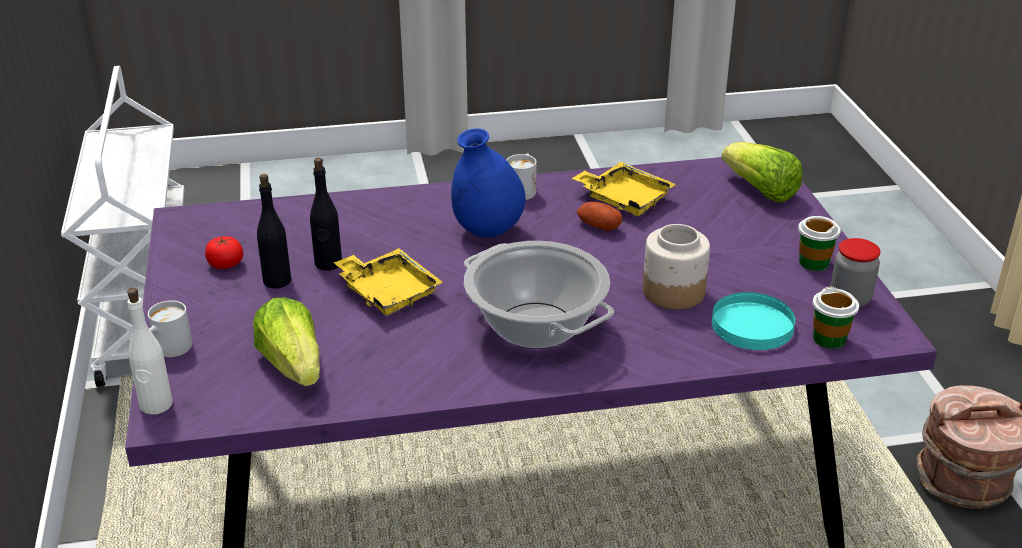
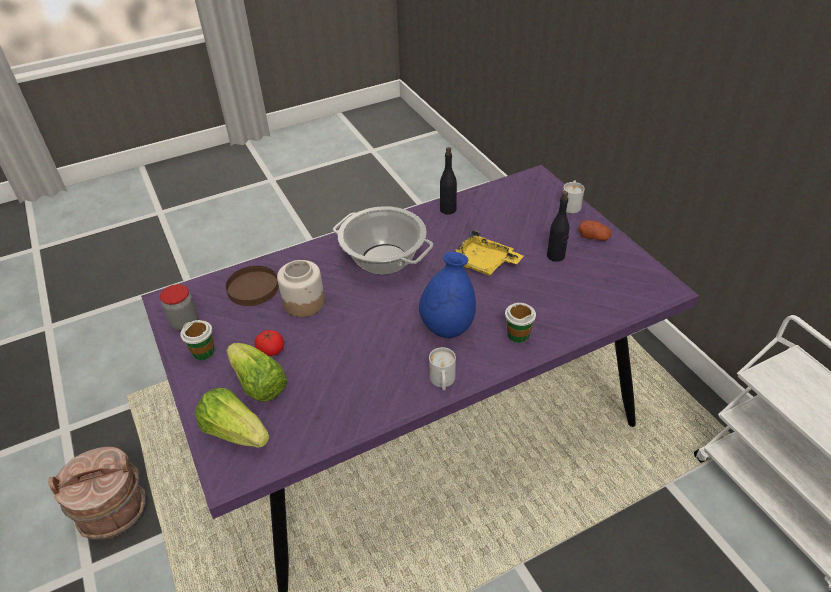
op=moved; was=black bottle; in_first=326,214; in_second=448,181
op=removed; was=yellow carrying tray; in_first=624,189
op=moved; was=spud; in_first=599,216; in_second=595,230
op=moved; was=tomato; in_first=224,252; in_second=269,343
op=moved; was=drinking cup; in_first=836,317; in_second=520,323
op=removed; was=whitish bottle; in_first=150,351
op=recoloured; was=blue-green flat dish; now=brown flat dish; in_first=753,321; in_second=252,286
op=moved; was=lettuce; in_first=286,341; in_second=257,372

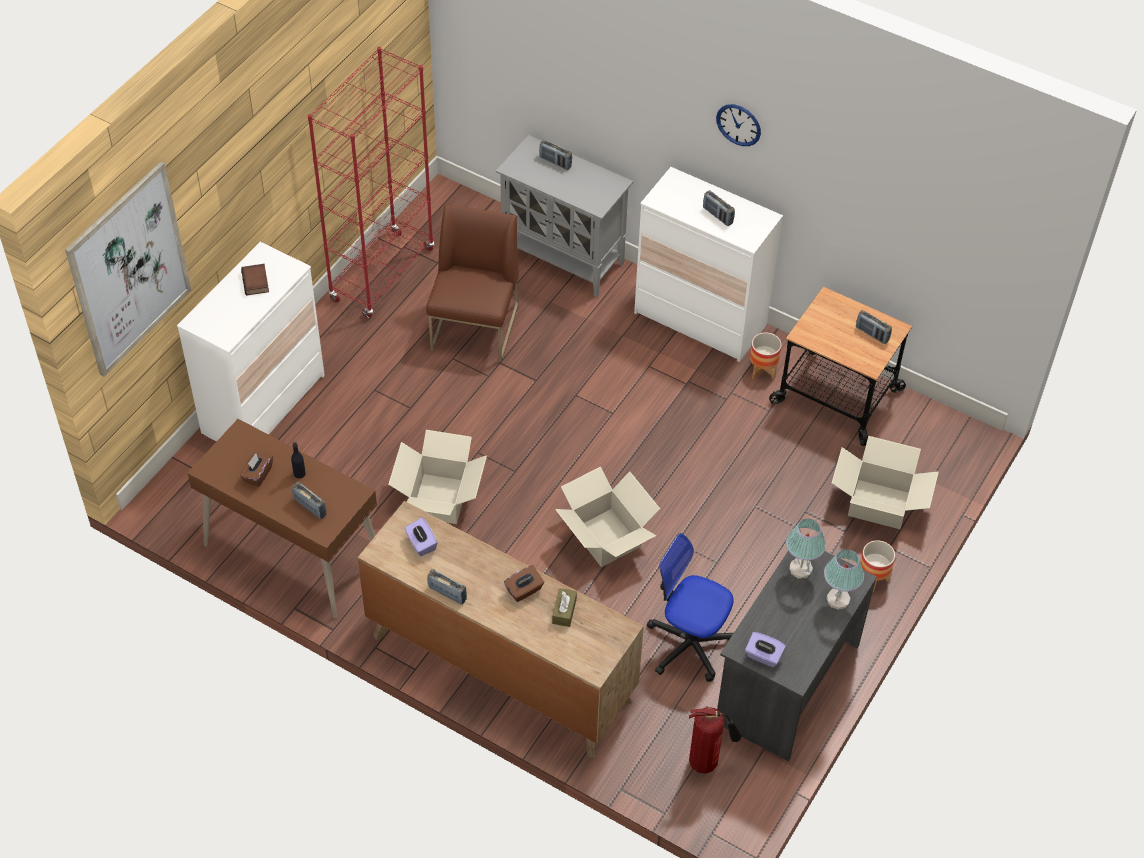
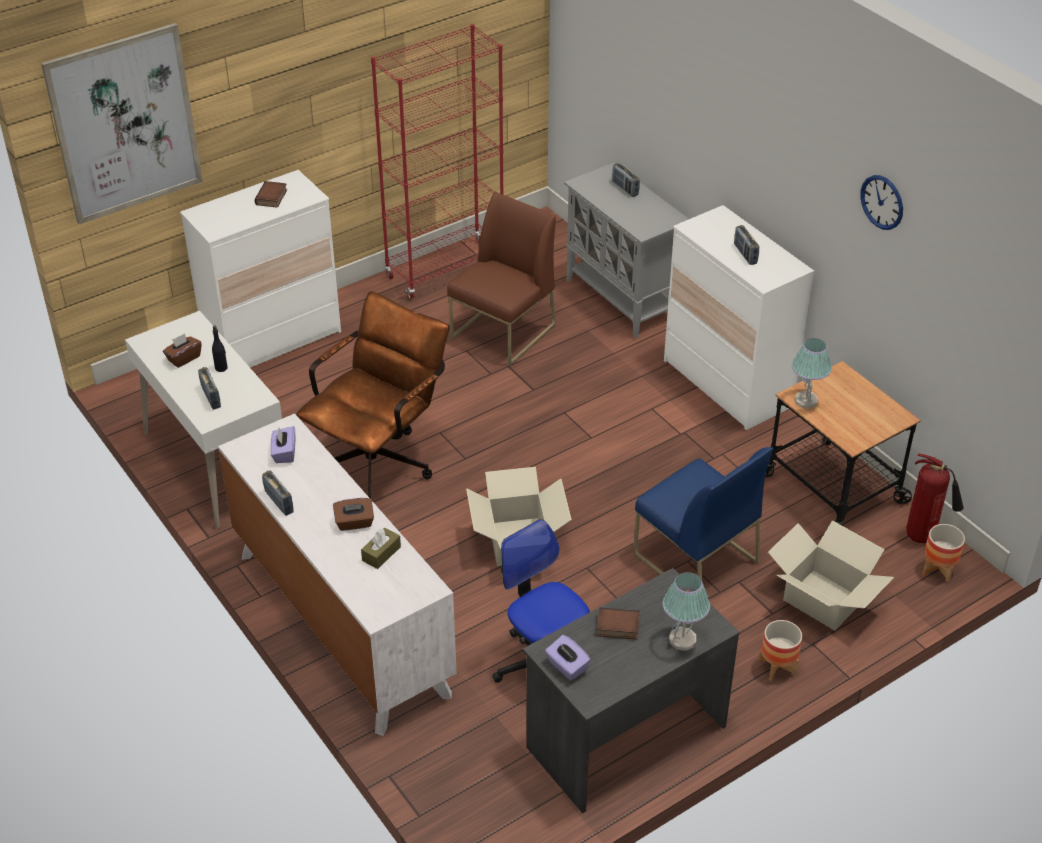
op=moved; was=wall clock; in_first=738,125; in_second=881,202
op=removed; was=radio; in_first=874,327
op=moved; was=flower pot; in_first=766,355; in_second=943,553
op=recoloured; was=brown desk unit; now=whitish desk unit; in_first=282,518; in_second=203,420
op=replaced; was=packing box; now=brown computer chair; in_first=437,477; in_second=372,397
op=recoloured; was=brown drawer chest; now=whitish drawer chest; in_first=500,629; in_second=337,574
op=moved; was=tabletop lamp; in_first=806,549; in_second=812,373
op=moved; was=fire extinguisher; in_first=715,740; in_second=935,498
op=added; now=blue-coloured chair; in_second=703,514
op=added; now=book; in_second=618,623

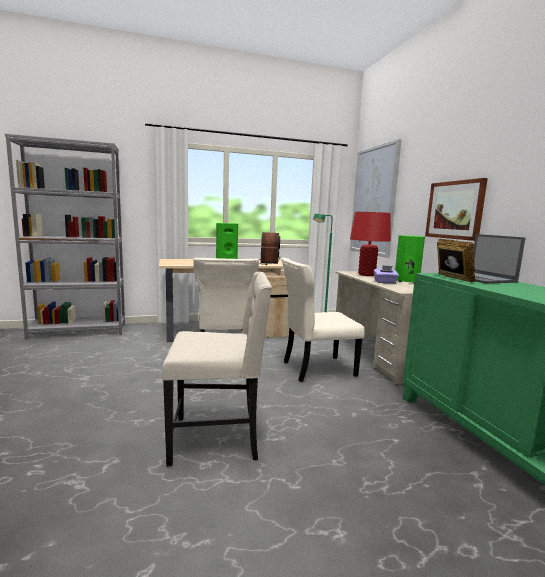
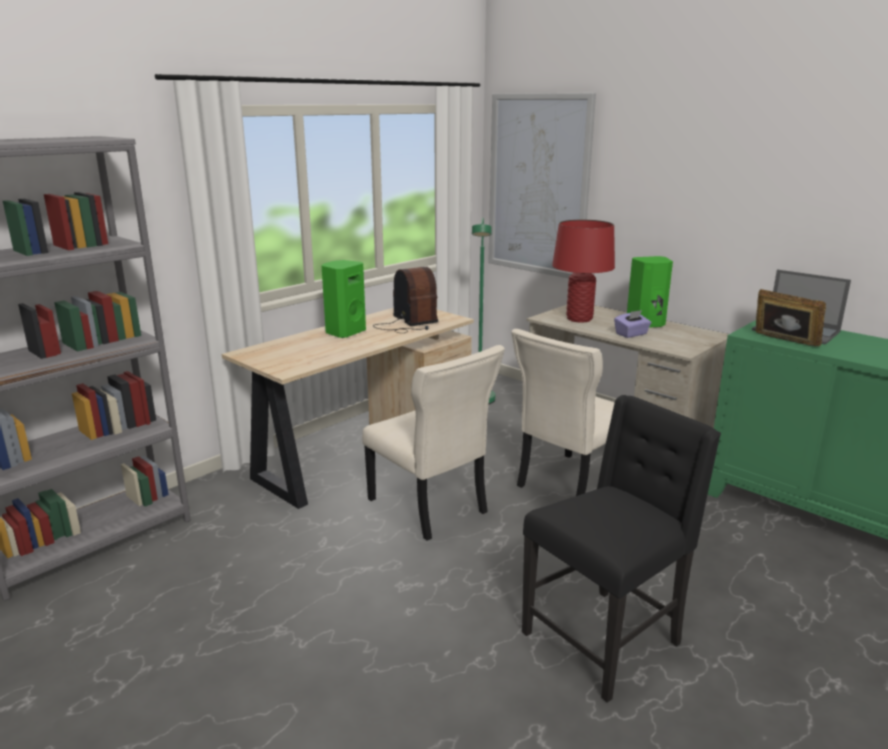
op=removed; was=picture; in_first=456,209
op=recoloured; was=beige-coloured chair; now=black chair; in_first=217,369; in_second=621,549

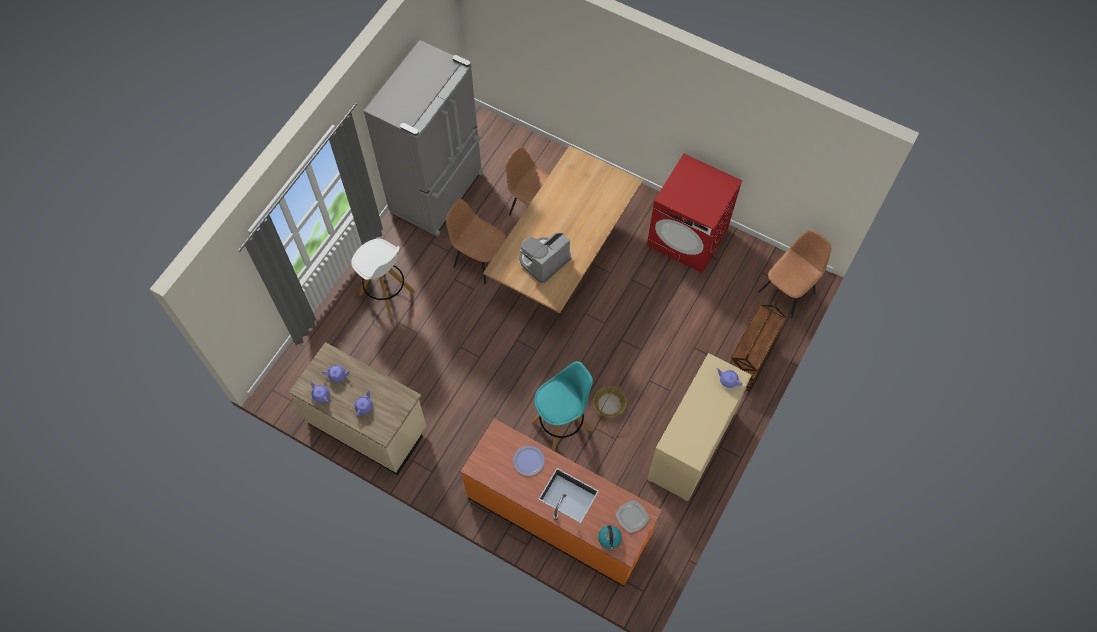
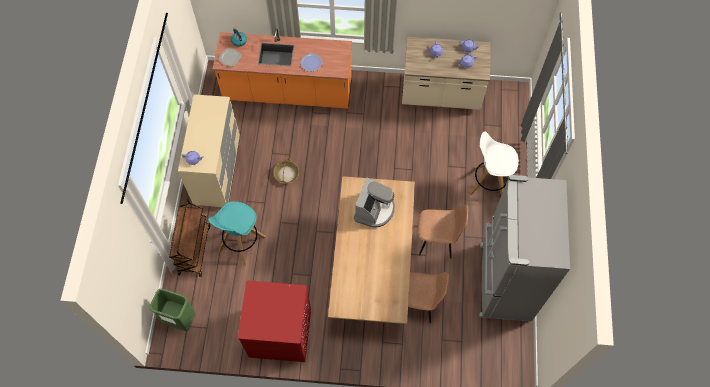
op=replaced; was=brown chair; now=green trash can; in_first=794,274; in_second=172,310
op=moved; was=blue-green stool seat; in_first=562,406; in_second=237,233

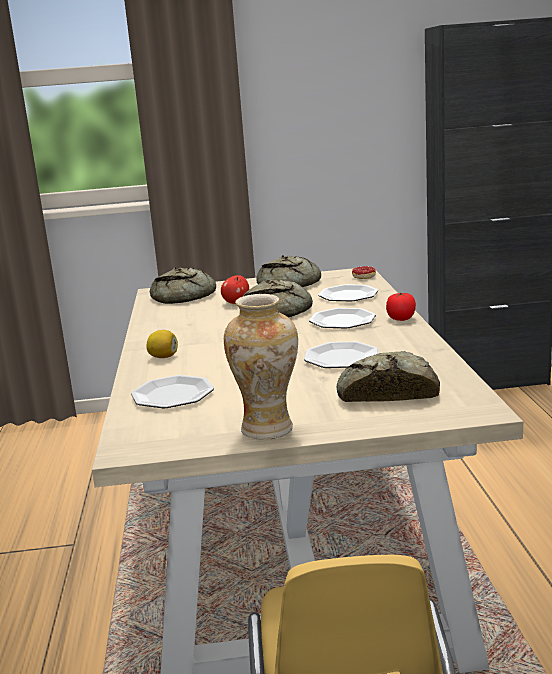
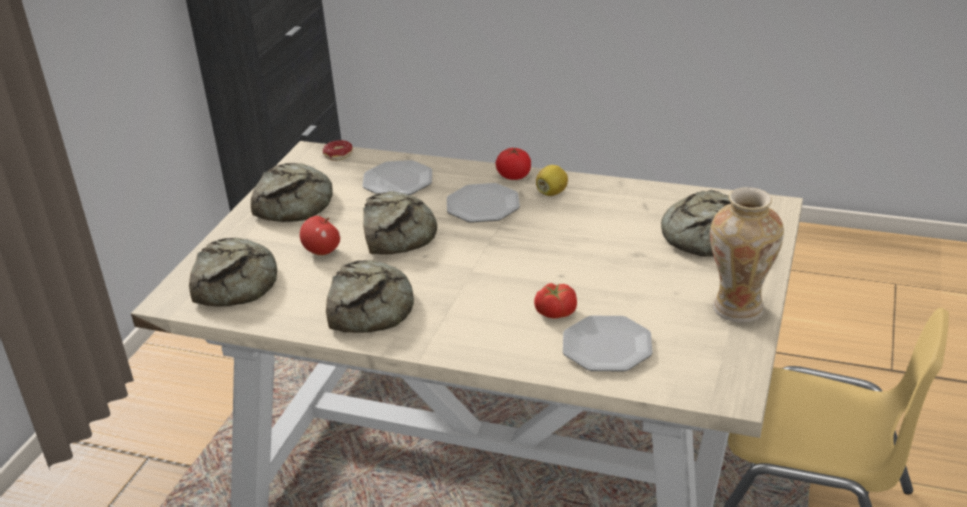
op=moved; was=lemon; in_first=162,344; in_second=552,180
op=removed; was=flat dish; in_first=341,354
op=added; now=bread; in_second=370,296
op=added; now=tomato; in_second=555,300

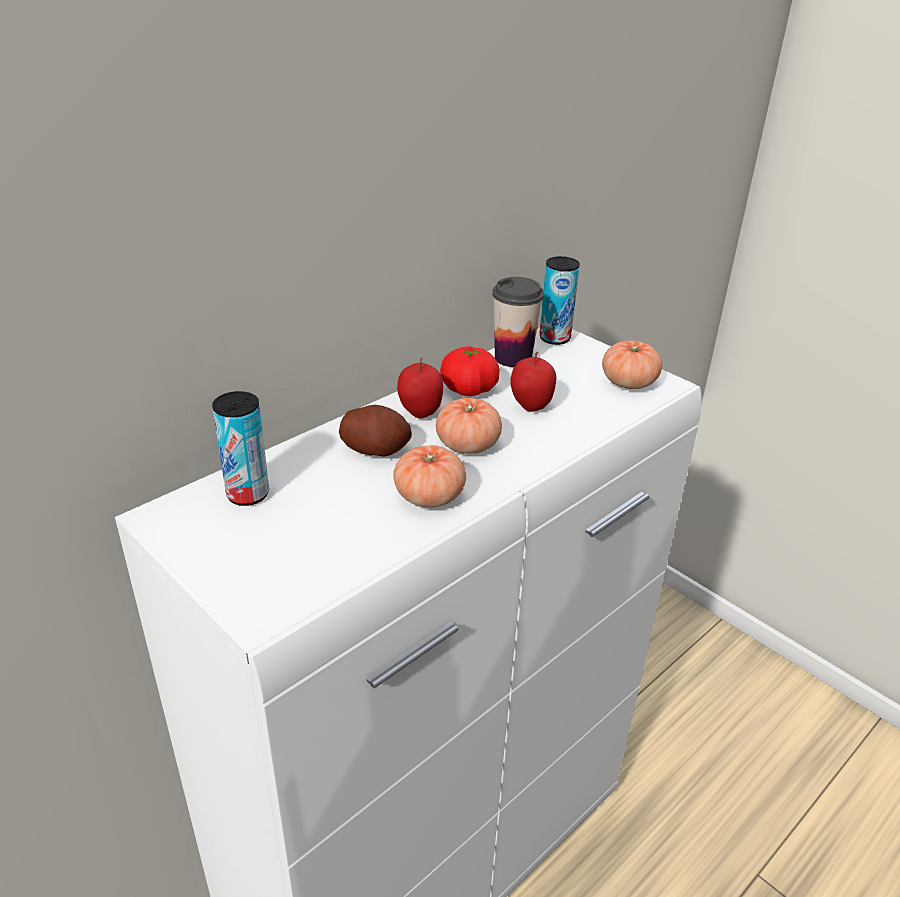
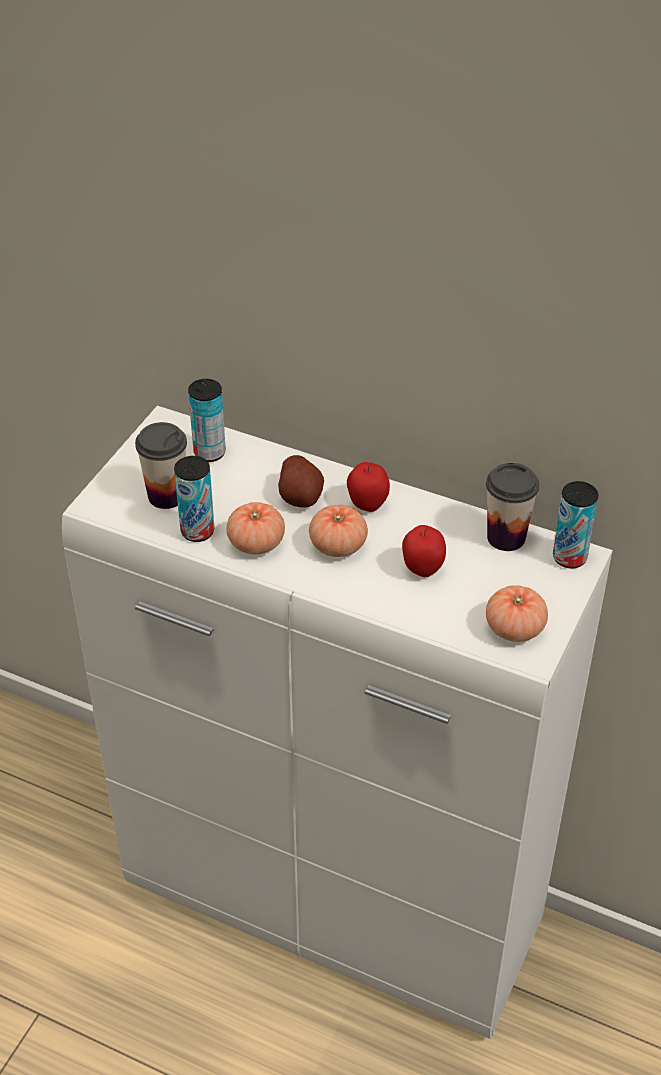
op=removed; was=tomato; in_first=470,371
op=added; now=drinking cup; in_second=161,465
op=added; now=sealed can; in_second=194,499

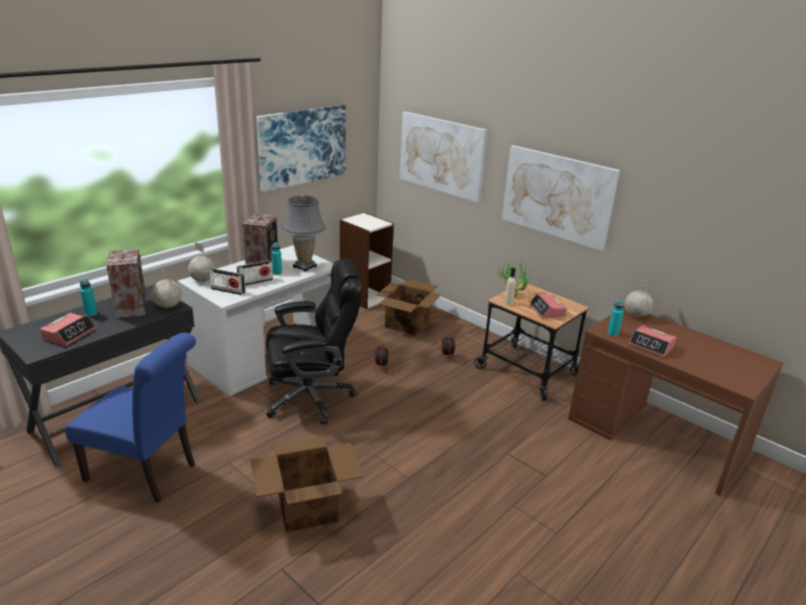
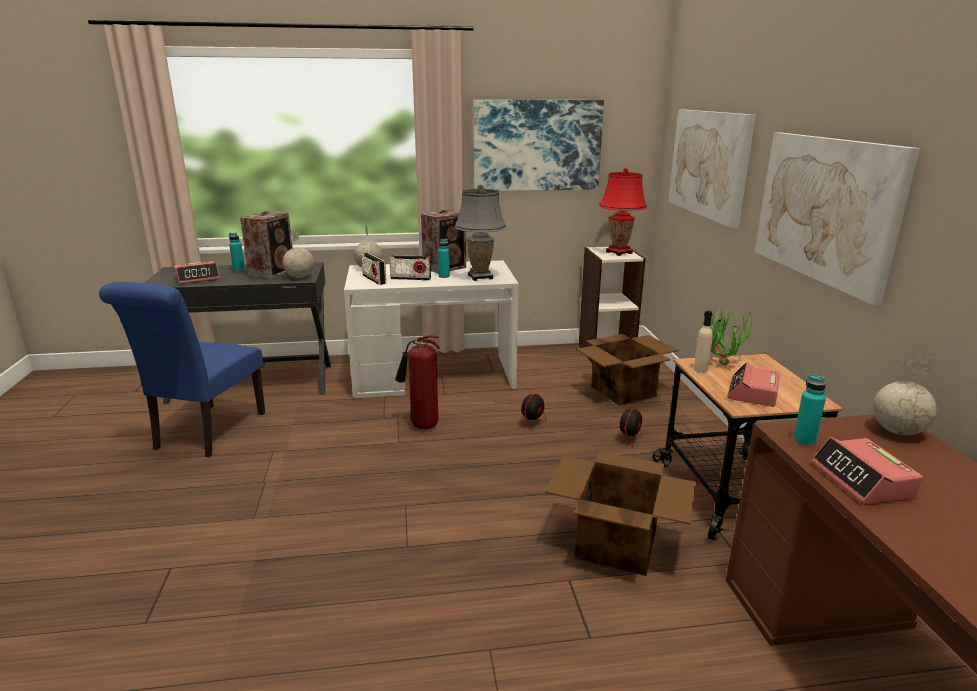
op=replaced; was=black computer chair; now=fire extinguisher; in_first=313,342; in_second=417,382
op=turned; was=blue-coloured chair; in_first=130,417; in_second=182,369; clockwise=45
op=moved; was=packing box; in_first=307,484; in_second=620,514
op=added; now=reddish tabletop lamp; in_second=623,212

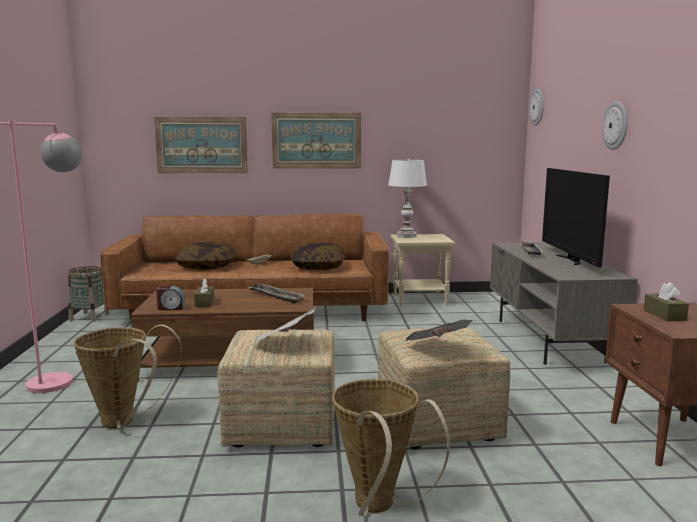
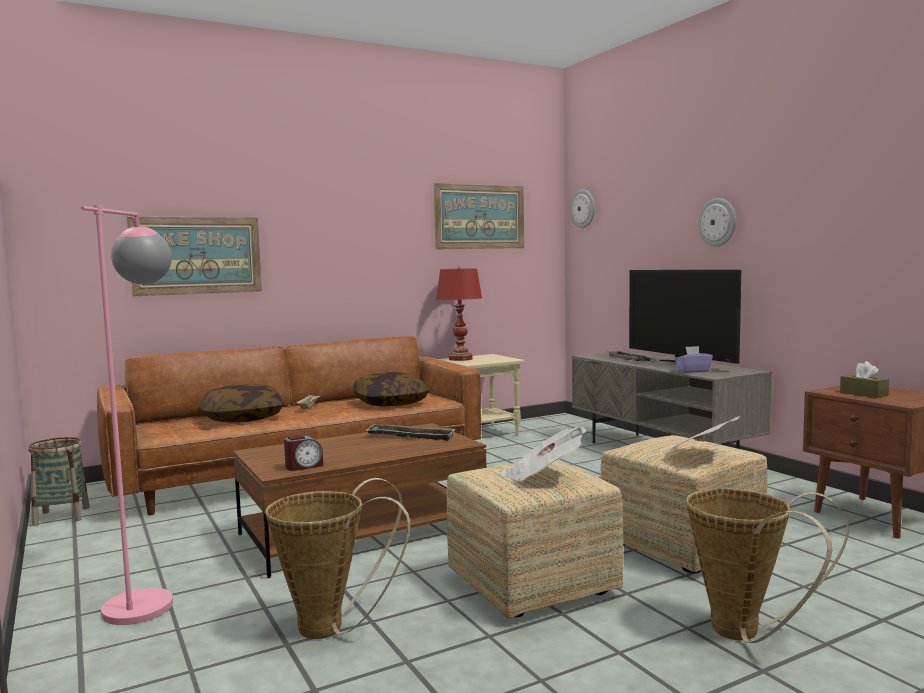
op=moved; was=picture; in_first=316,141; in_second=479,216
op=recoloured; was=whitish tabletop lamp; now=reddish tabletop lamp; in_first=407,198; in_second=459,314
op=removed; was=brown box of tissues; in_first=204,292
op=added; now=purple-coloured box of tissues; in_second=694,359

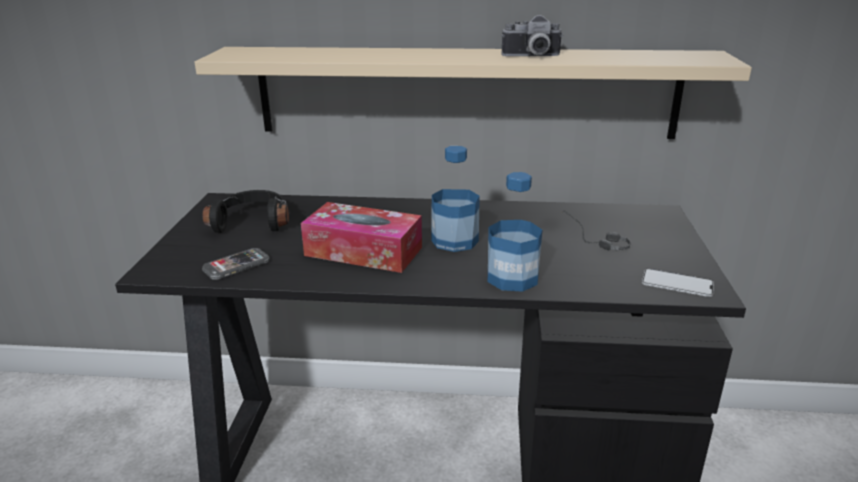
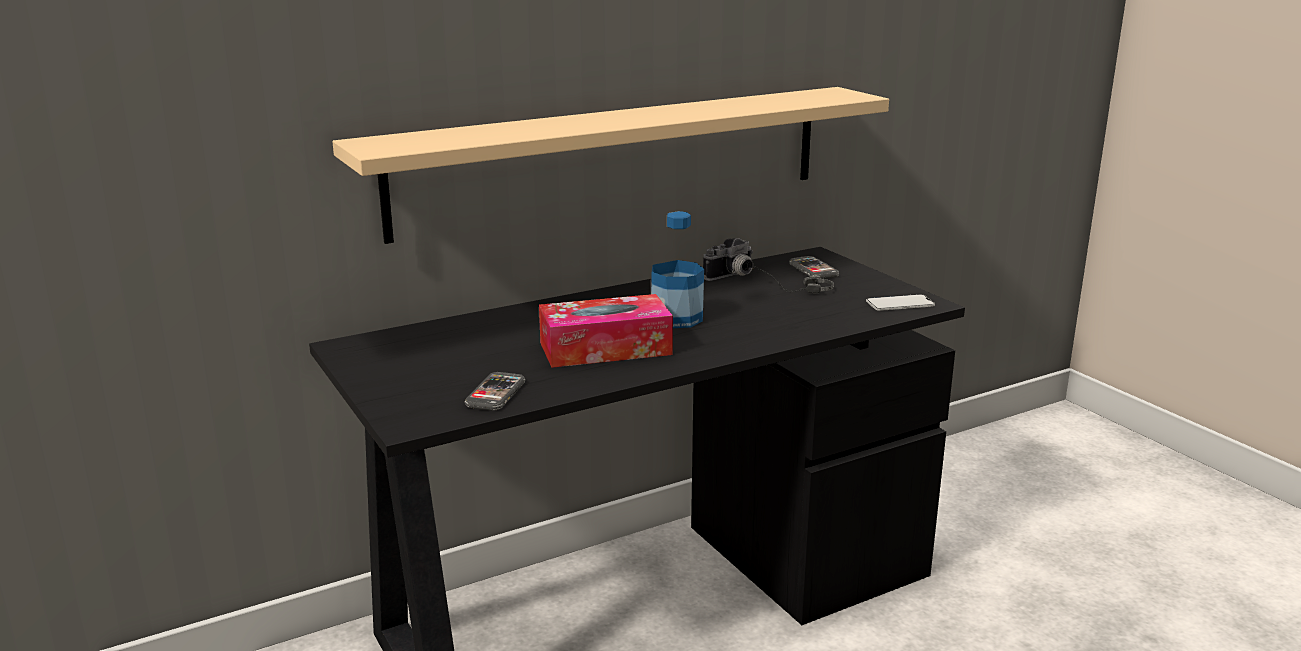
op=moved; was=photo camera; in_first=532,35; in_second=728,259
op=removed; was=bottle; in_first=515,232
op=removed; was=black headset; in_first=245,211
op=added; now=telephone; in_second=814,267

